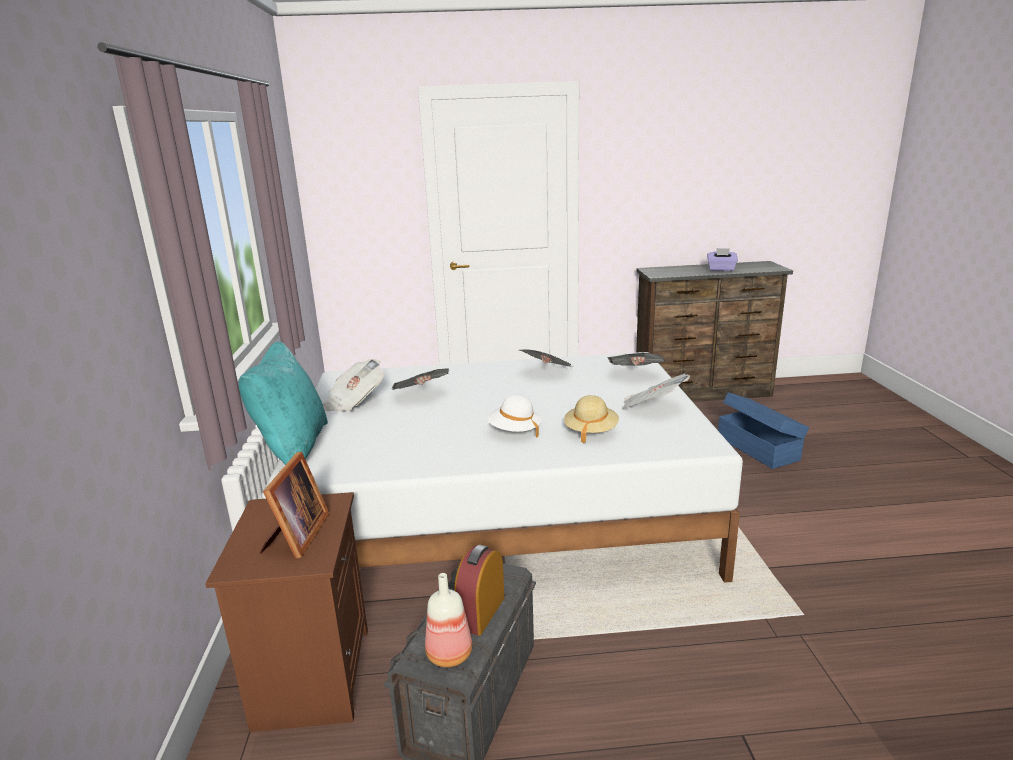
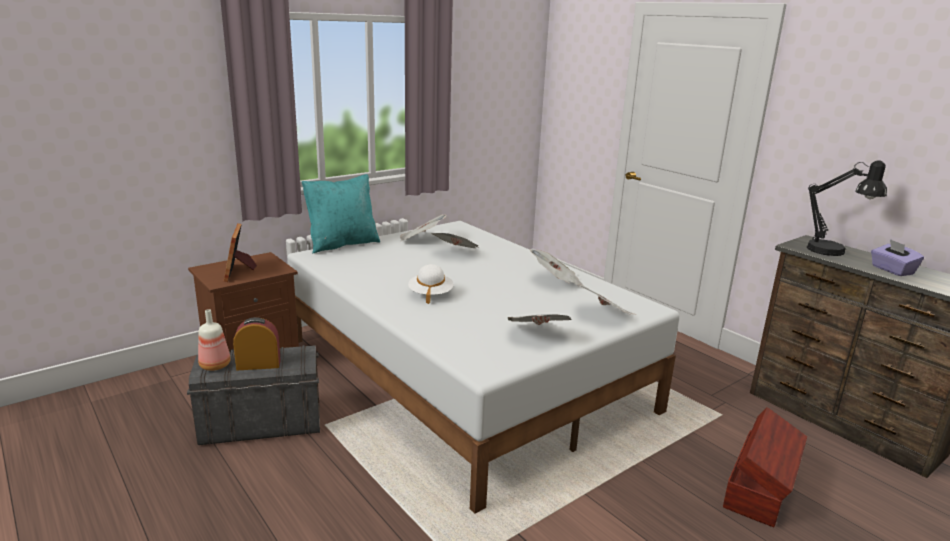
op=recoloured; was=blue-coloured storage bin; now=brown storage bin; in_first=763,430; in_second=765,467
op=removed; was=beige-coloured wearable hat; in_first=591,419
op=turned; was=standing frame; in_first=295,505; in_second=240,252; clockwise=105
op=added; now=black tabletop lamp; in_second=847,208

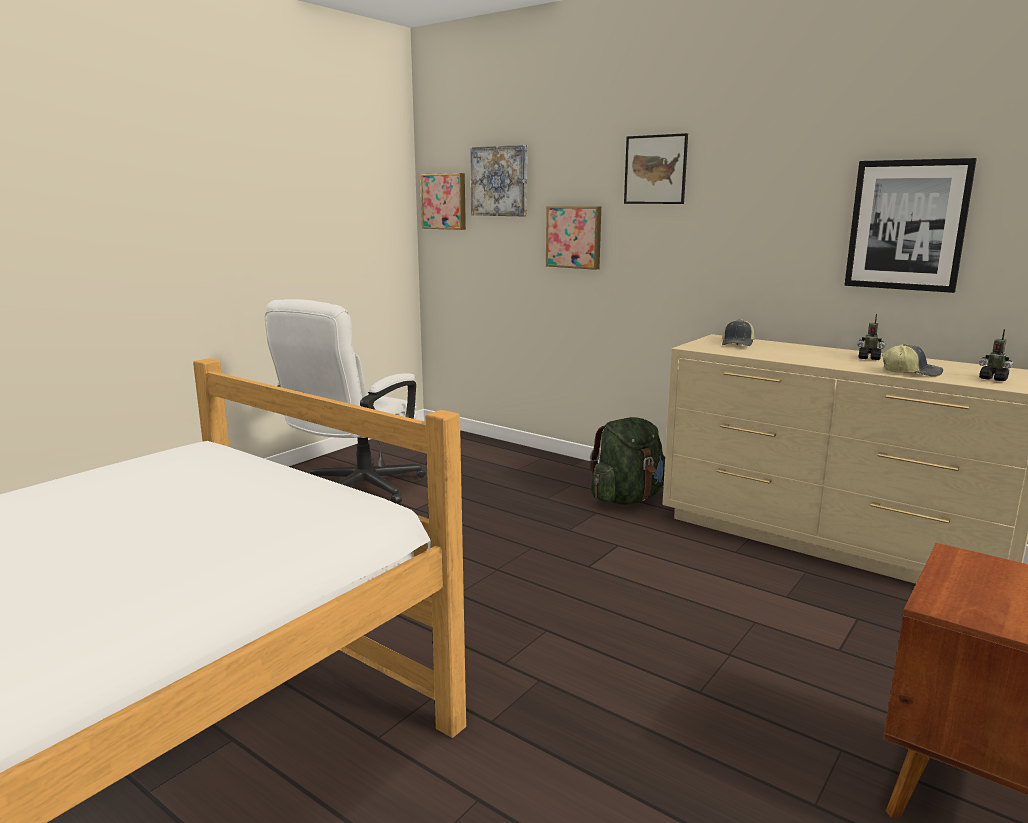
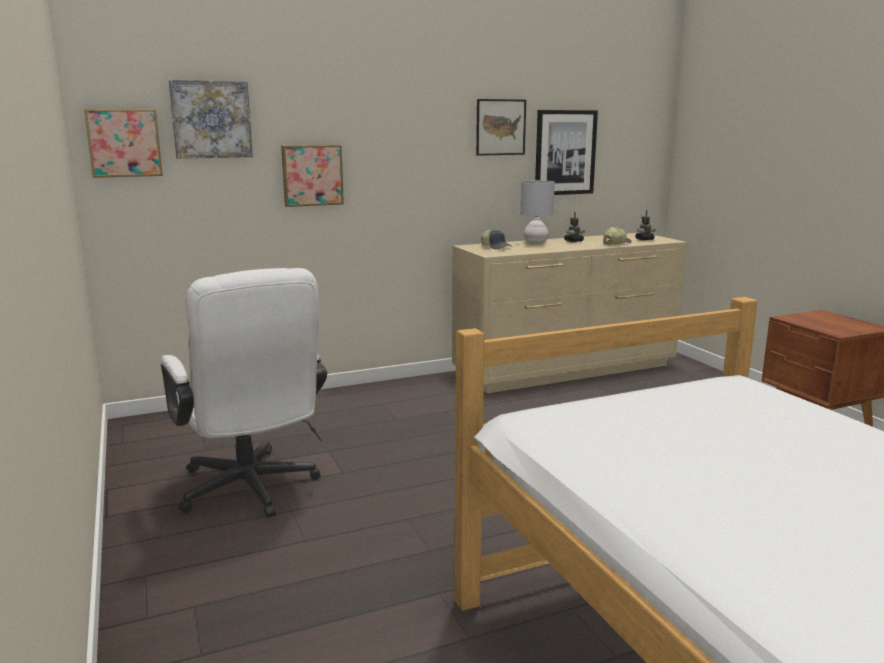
op=moved; was=picture; in_first=656,168; in_second=501,127
op=removed; was=green backpack; in_first=627,461
op=added; now=greyish tabletop lamp; in_second=537,212

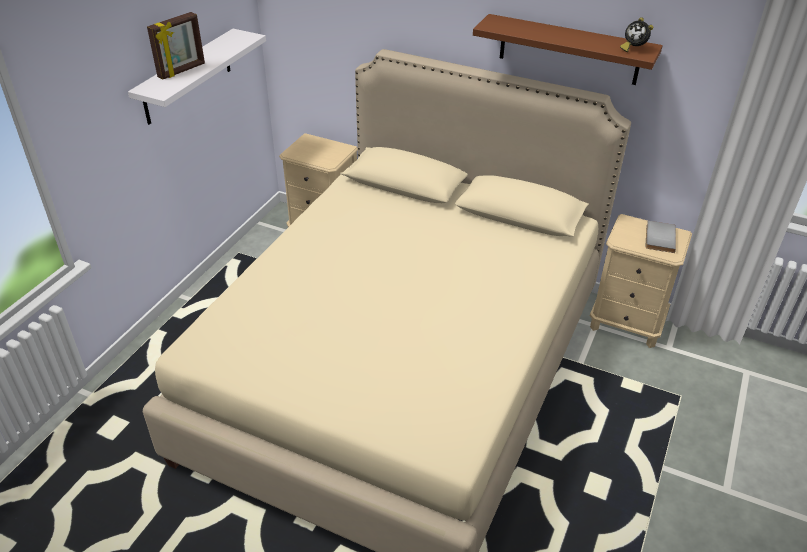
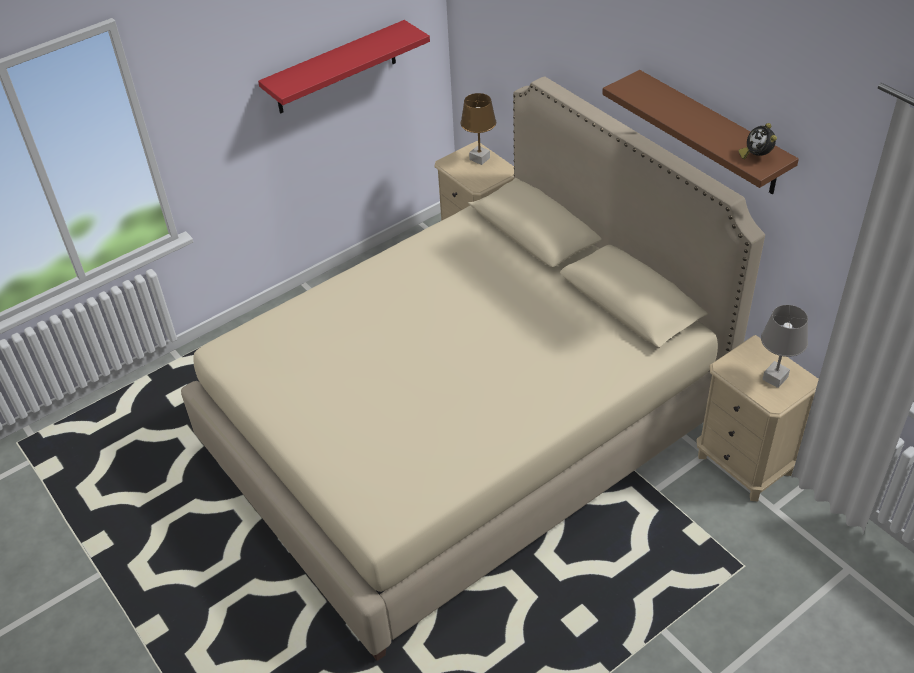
op=removed; was=standing frame; in_first=176,45
op=recoloured; was=whitish bracket shelf; now=reddish bracket shelf; in_first=197,77; in_second=344,67
op=replaced; was=greyish book; now=greyish tabletop lamp; in_first=660,237; in_second=784,346
op=added; now=brown tabletop lamp; in_second=478,129

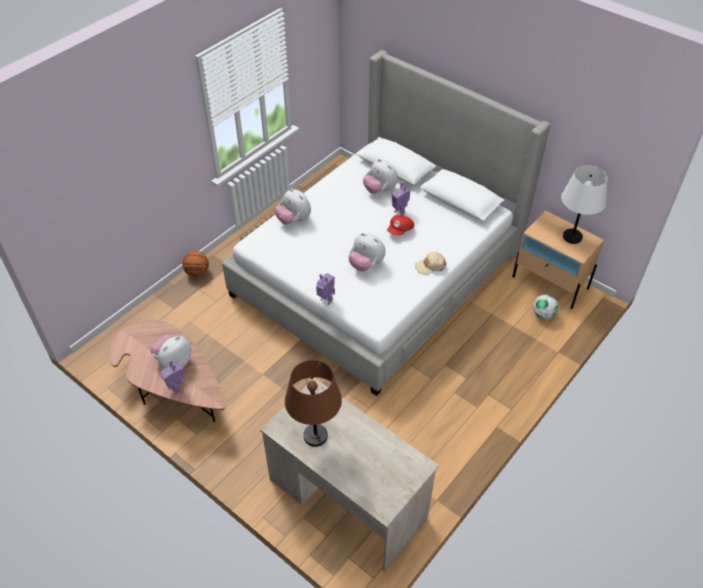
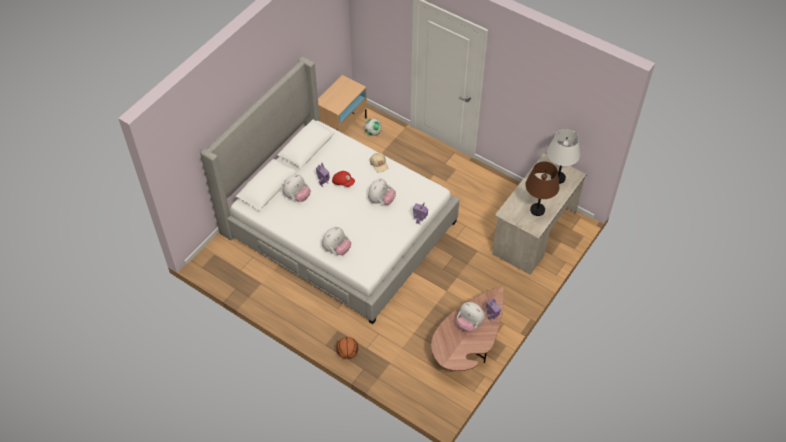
op=moved; was=whitish tabletop lamp; in_first=584,204; in_second=563,156

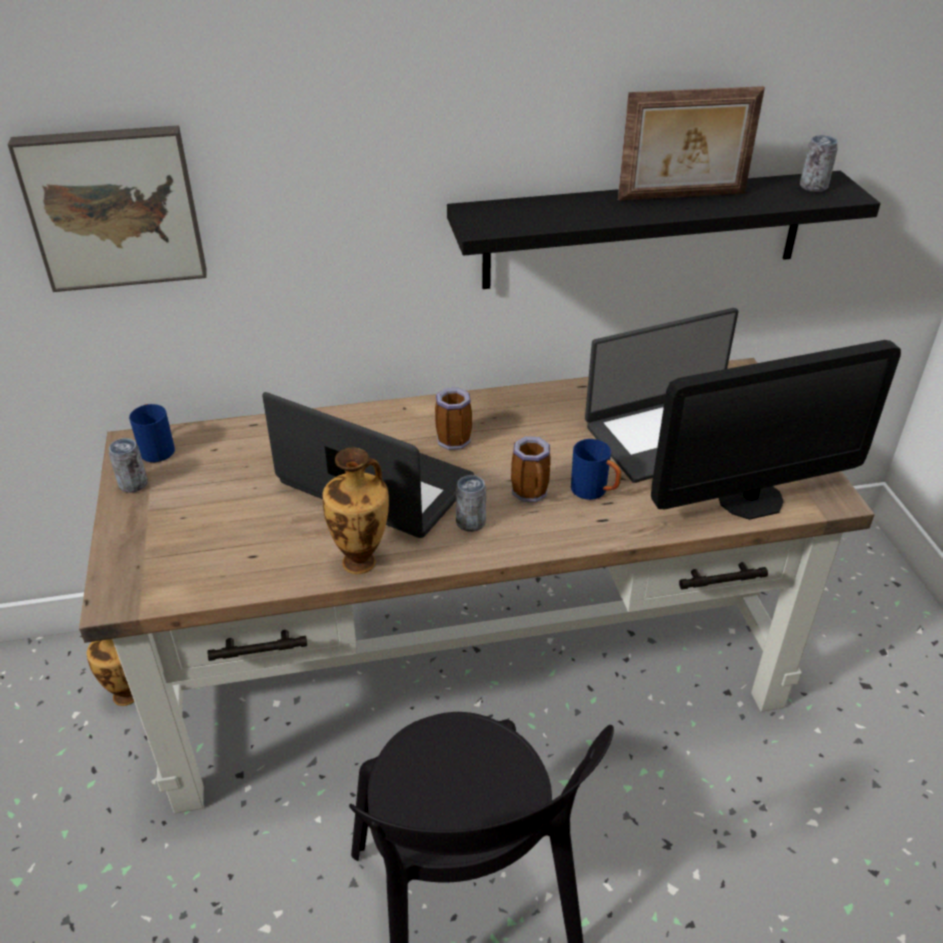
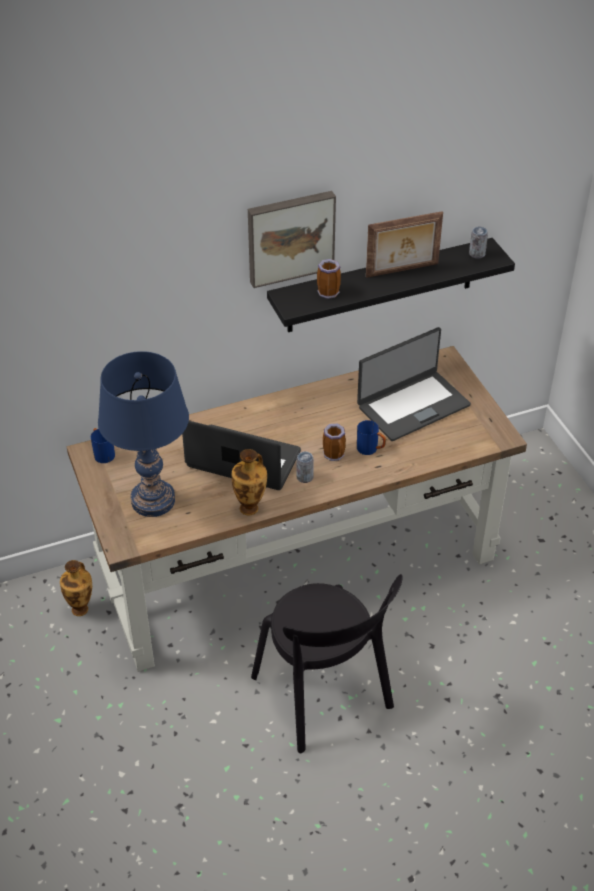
op=moved; was=picture; in_first=107,208; in_second=292,239
op=removed; was=computer display; in_first=776,430
op=moved; was=tea mug; in_first=453,419; in_second=329,279
op=removed; was=sealed can; in_first=128,465
op=added; now=blue-coloured tabletop lamp; in_second=143,434

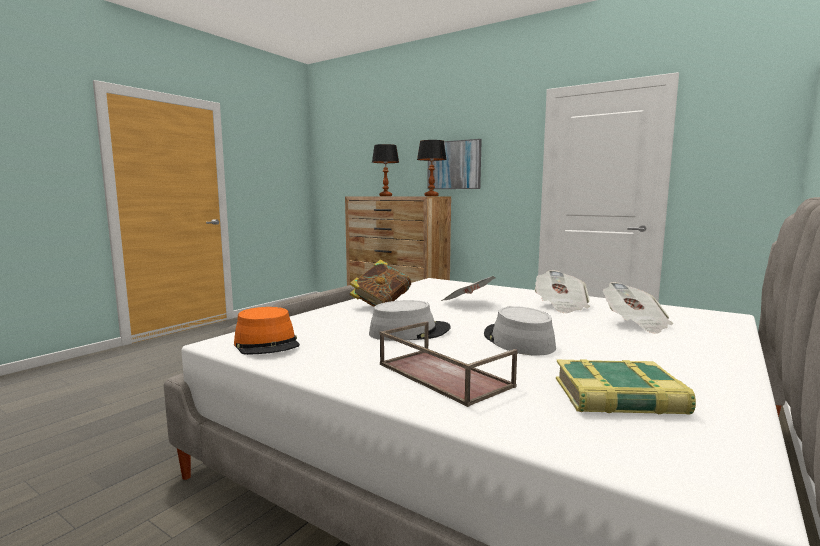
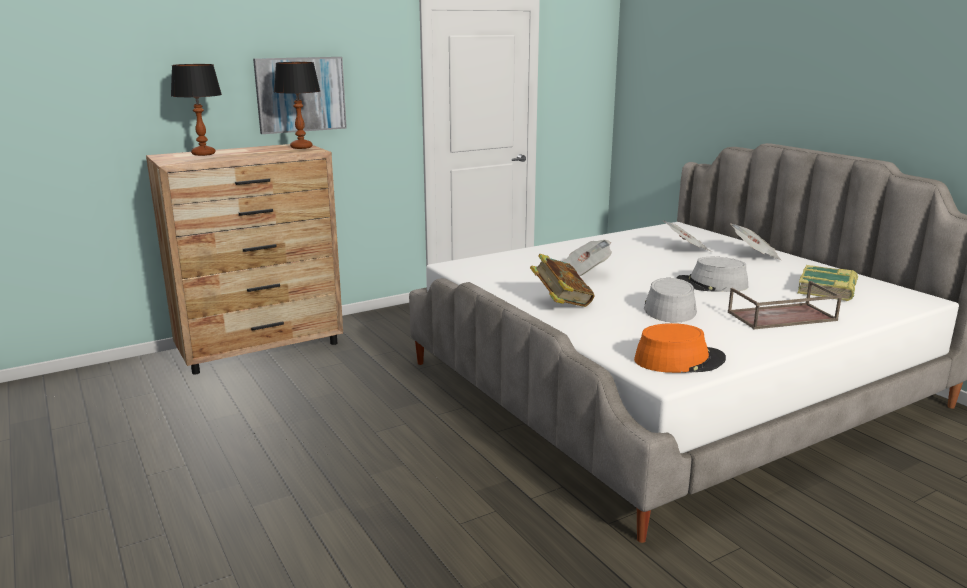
op=moved; was=printed paper; in_first=562,291; in_second=755,241

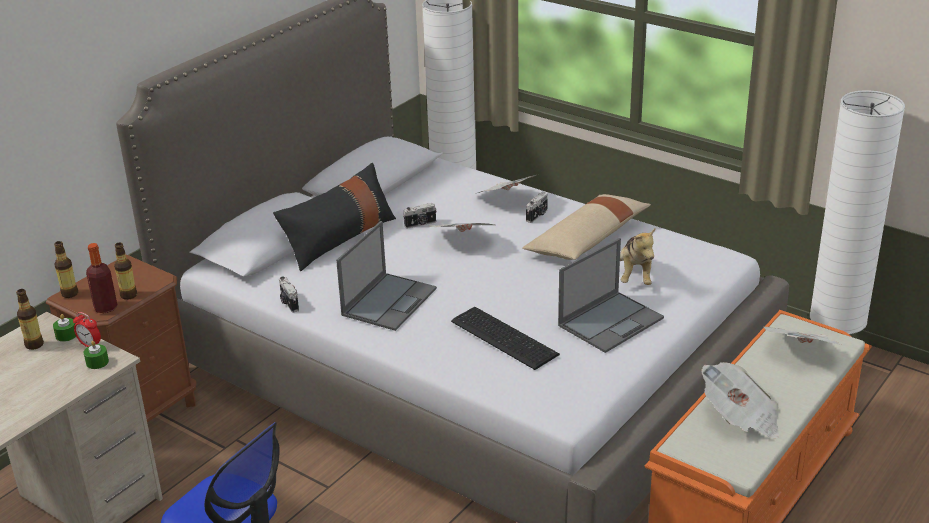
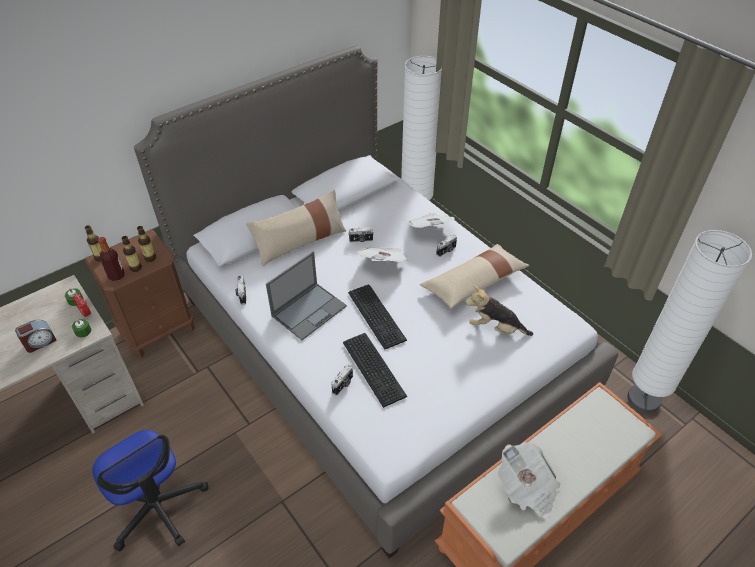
op=recoloured; was=black cushion; now=beige-coloured cushion; in_first=334,217; in_second=296,227
op=turned; was=cuddly toy; in_first=637,256; in_second=499,310; clockwise=90
op=removed; was=laptop; in_first=611,295
op=moved; was=bottle; in_first=30,319; in_second=146,244
op=removed; was=printed paper; in_first=802,336
op=added; now=keyboard; in_second=377,317
op=added; now=alarm clock; in_second=36,336
op=added; now=photo camera; in_second=342,380

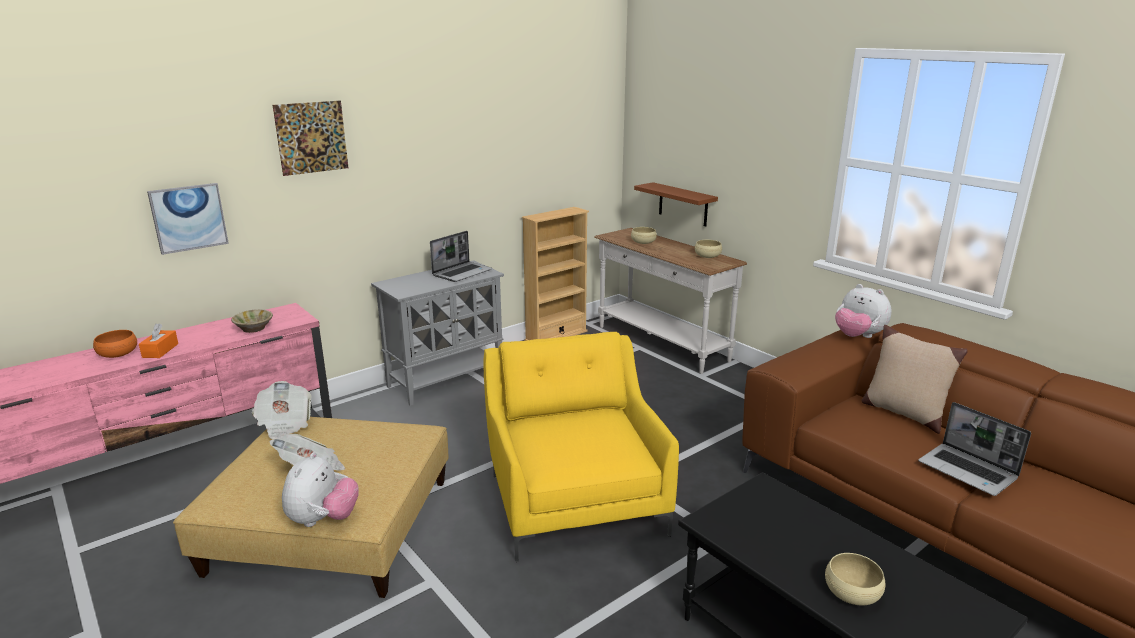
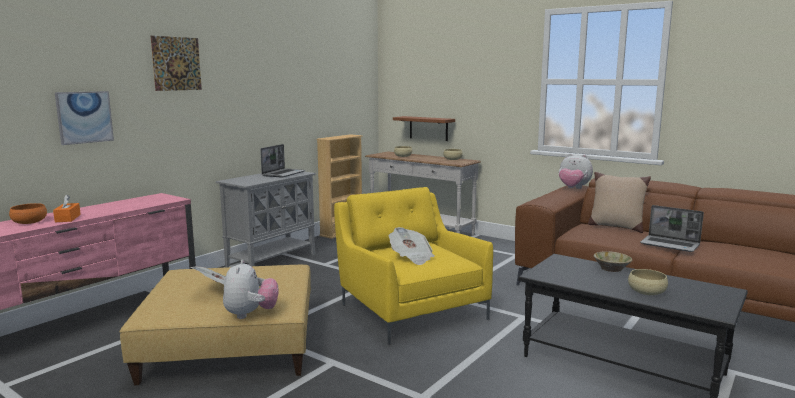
op=moved; was=beige-coloured deep dish; in_first=252,321; in_second=613,261
op=moved; was=printed paper; in_first=282,410; in_second=411,246

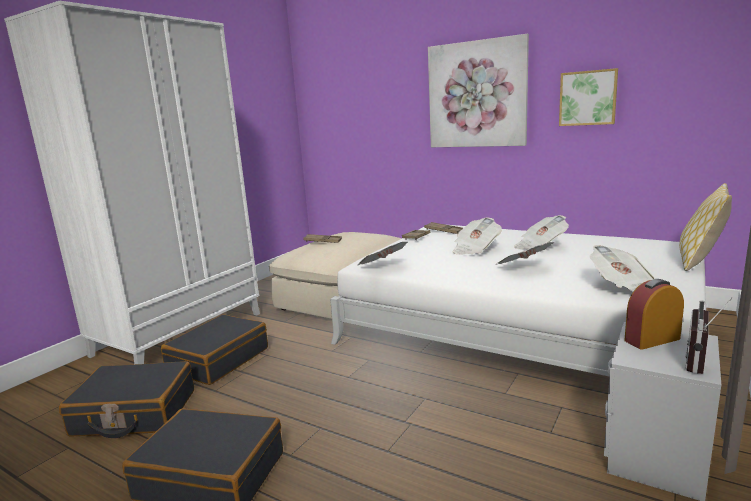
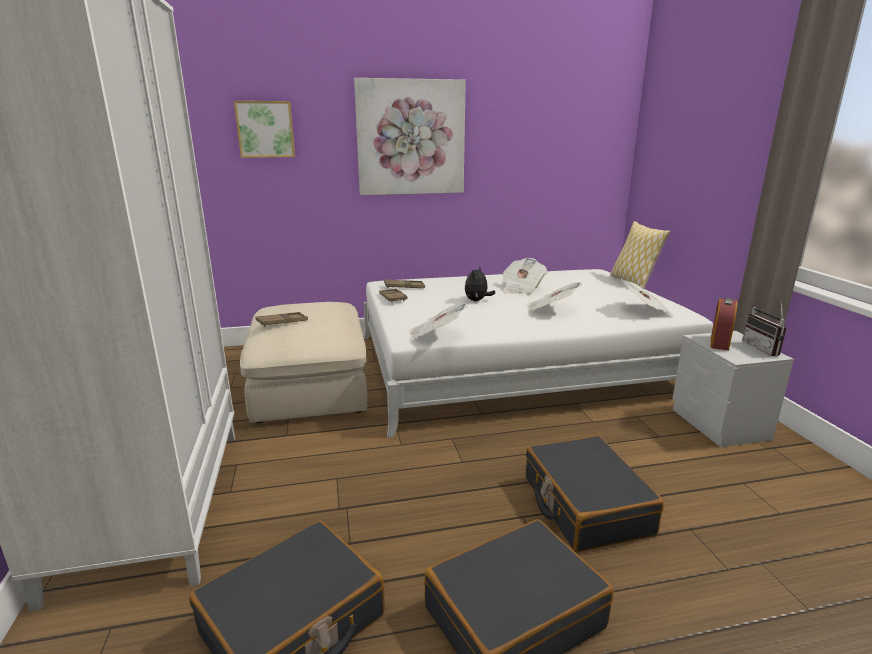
op=moved; was=picture; in_first=588,97; in_second=264,129
op=replaced; was=printed paper; now=cuddly toy; in_first=477,236; in_second=480,283
op=moved; was=black suitcase; in_first=214,349; in_second=595,494

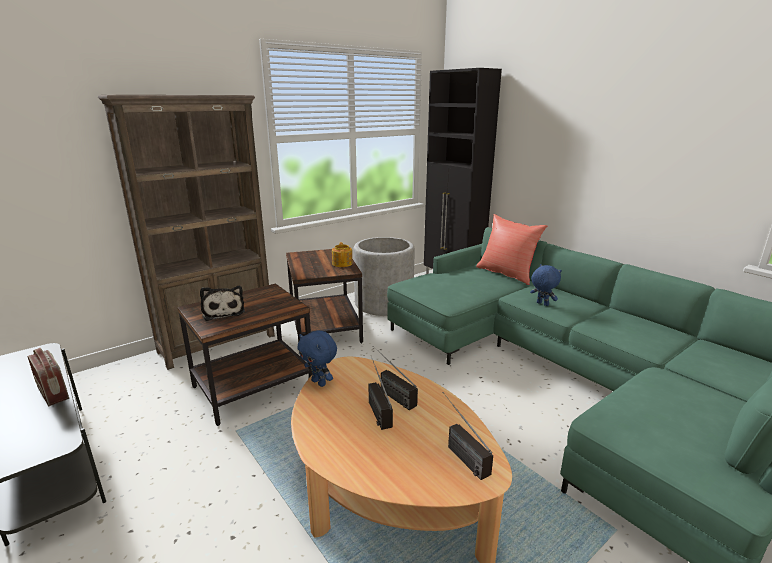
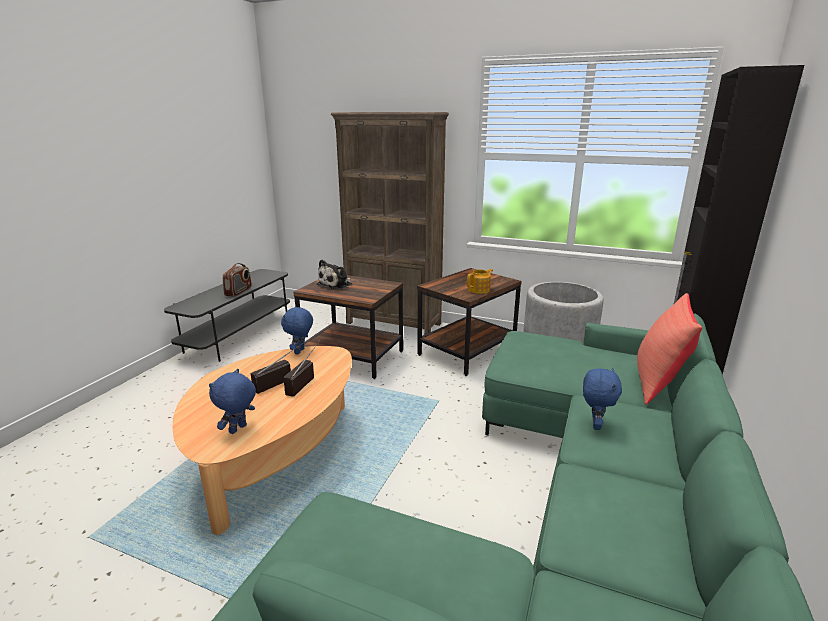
op=replaced; was=radio; now=blue-coloured cuddly toy; in_first=467,436; in_second=232,401

